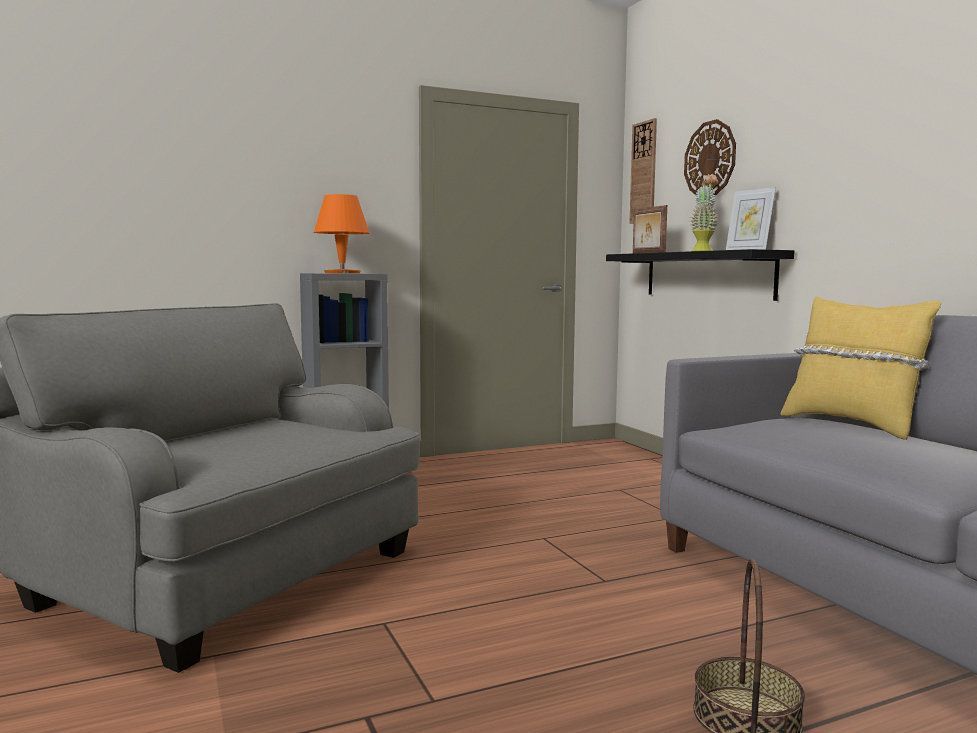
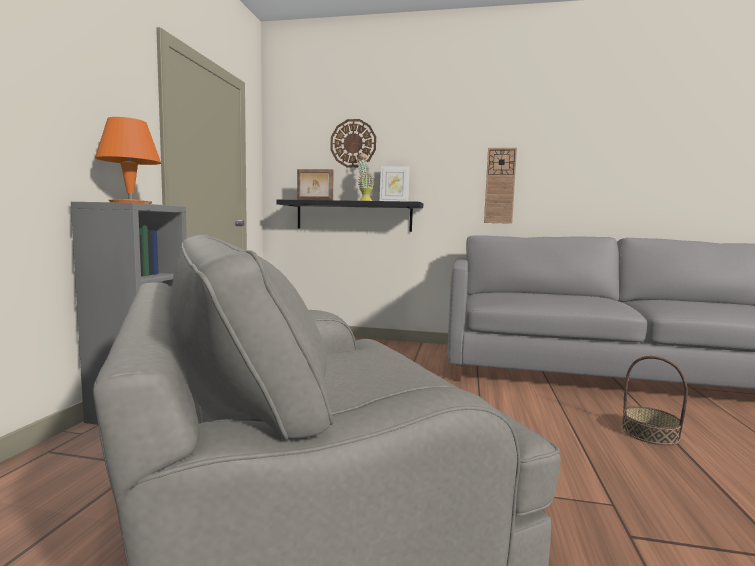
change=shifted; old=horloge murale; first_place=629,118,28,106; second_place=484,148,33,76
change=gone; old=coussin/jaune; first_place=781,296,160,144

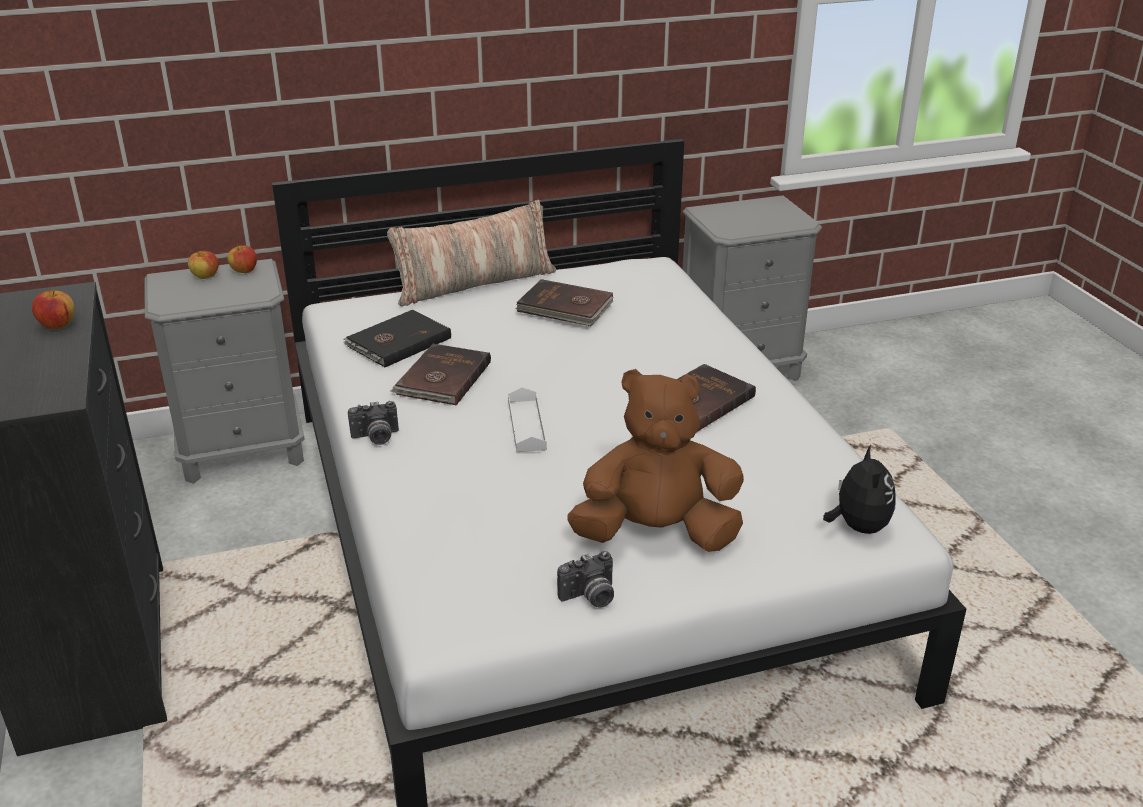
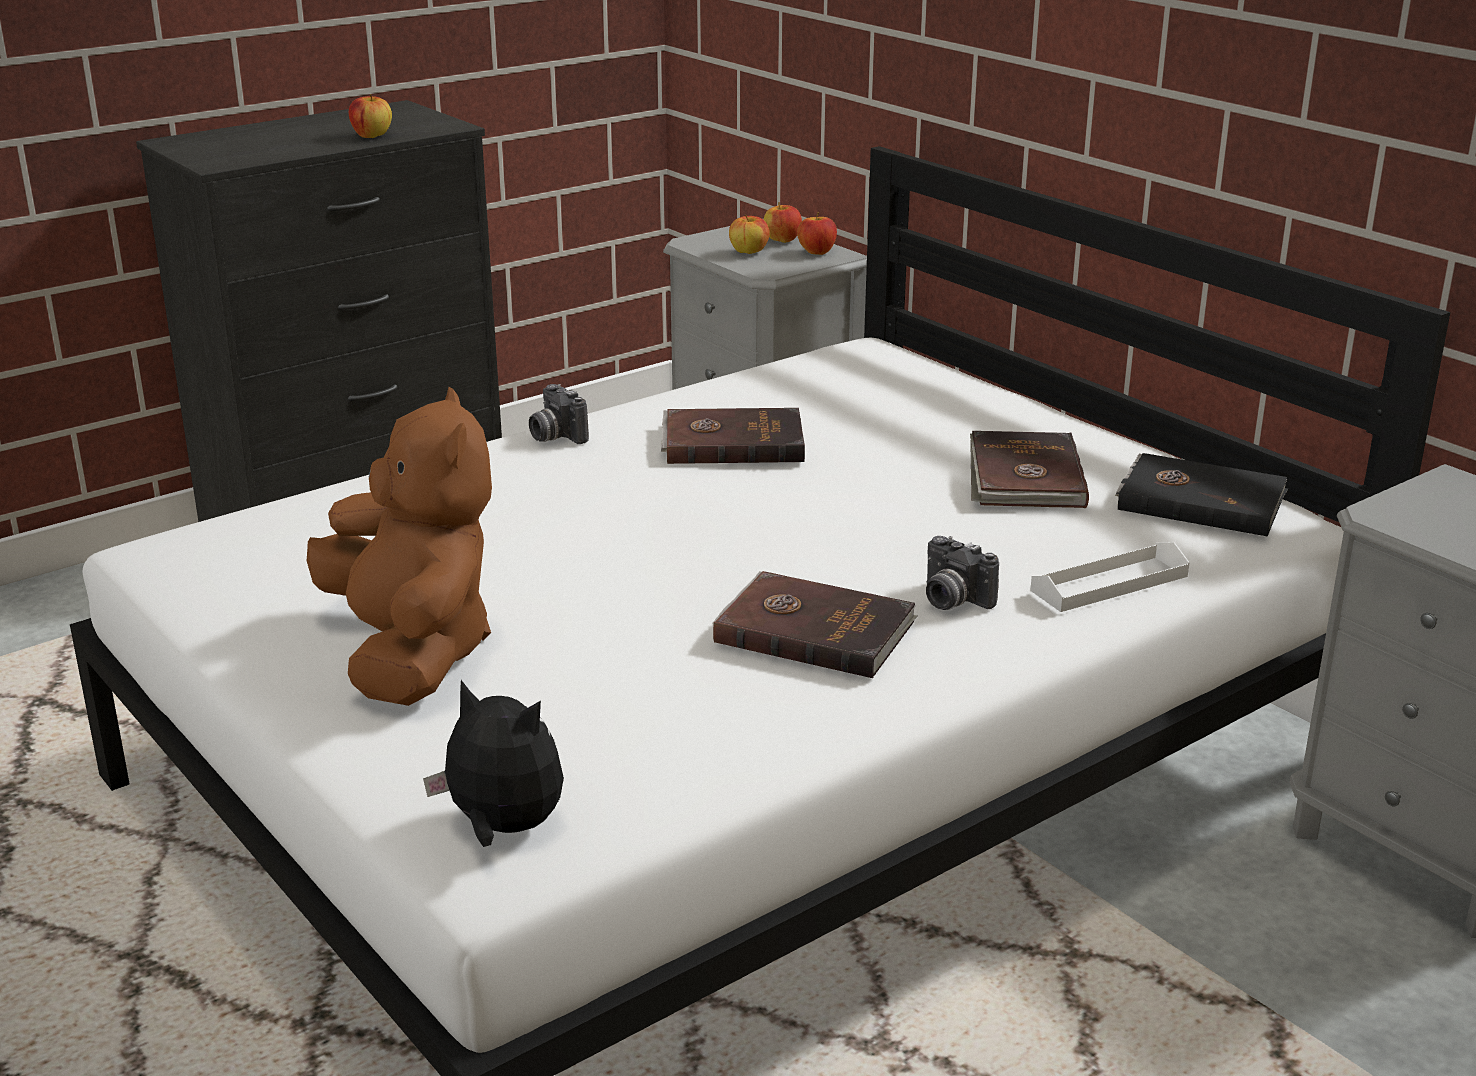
change=gone; old=coussin; first_place=387,200,169,107
change=shifted; old=livre/noir; first_place=343,310,108,57; second_place=1115,453,173,84
change=shifted; old=plateau/blanc; first_place=508,387,39,65; second_place=1030,542,160,70
change=rotated; old=peluche; first_place=823,445,73,89; second_place=423,680,141,167; degrees=-135
change=shifted; old=appareil photo; first_place=557,551,57,57; second_place=926,536,73,74
change=new; new=pomme; second_place=729,215,41,39

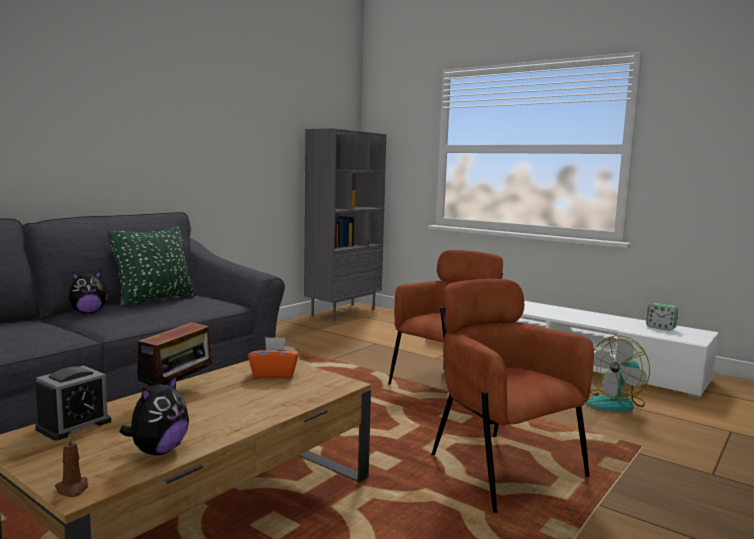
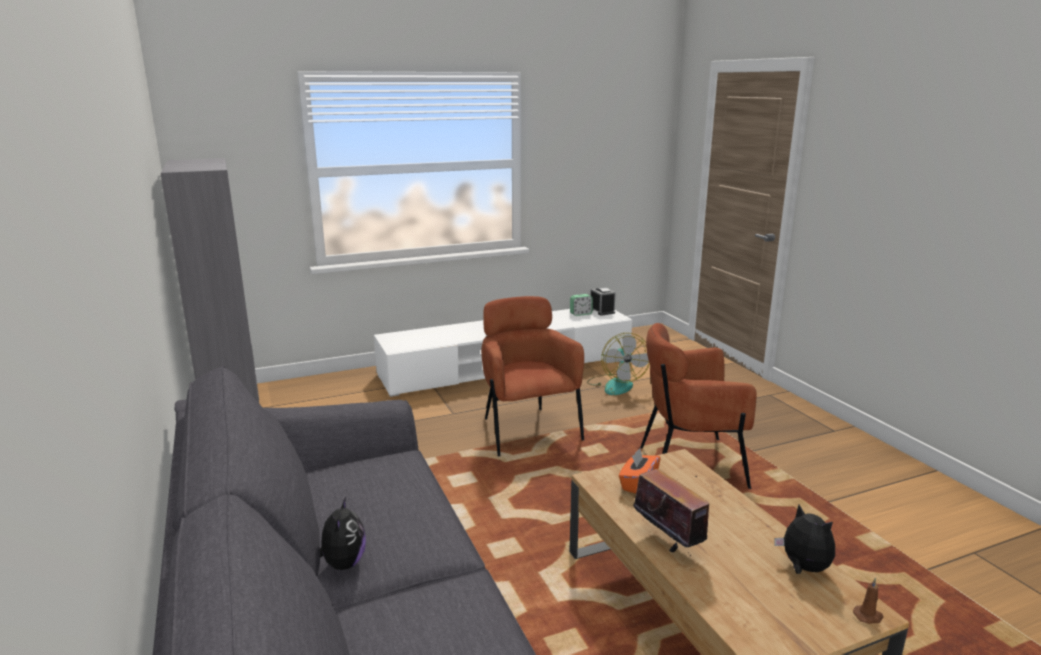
change=gone; old=coussin/vert; first_place=107,227,89,81
change=shifted; old=réveil; first_place=35,366,76,74; second_place=590,287,26,28

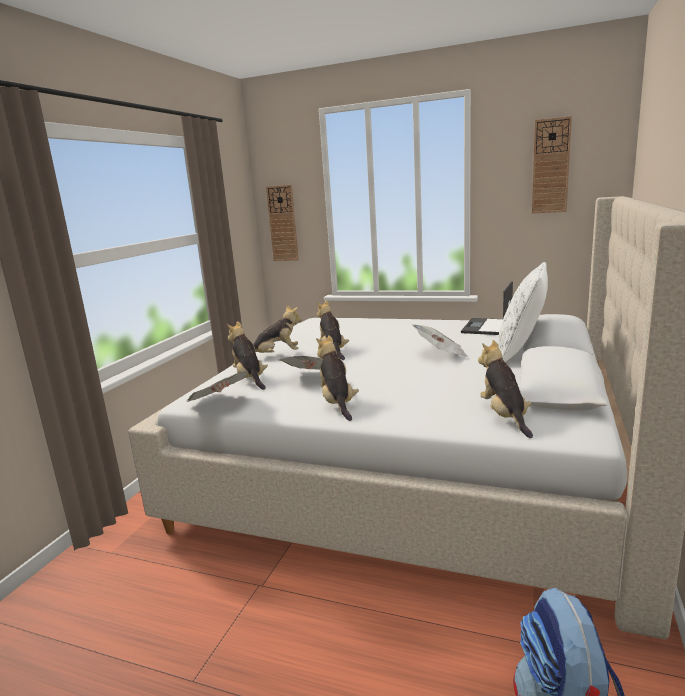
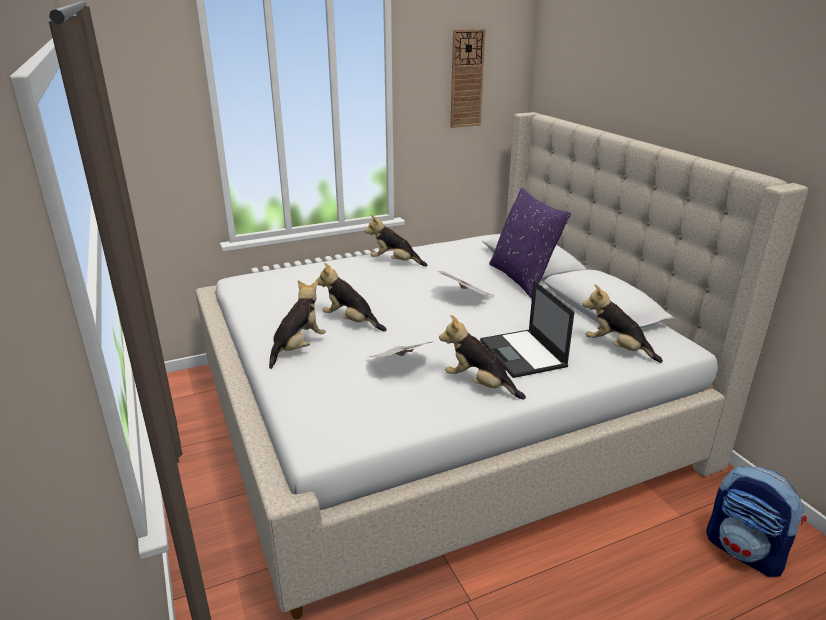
change=gone; old=horloge murale; first_place=266,185,33,76
change=repainted; old=coussin/blanc; new=coussin/violet; first_place=498,262,50,100; second_place=489,188,82,111
change=shifted; old=ordinateur portable; first_place=461,281,52,54; second_place=480,280,94,98
change=shifted; old=peluche; first_place=227,321,41,69; second_place=364,215,63,52
change=gone; old=journal; first_place=187,371,62,31

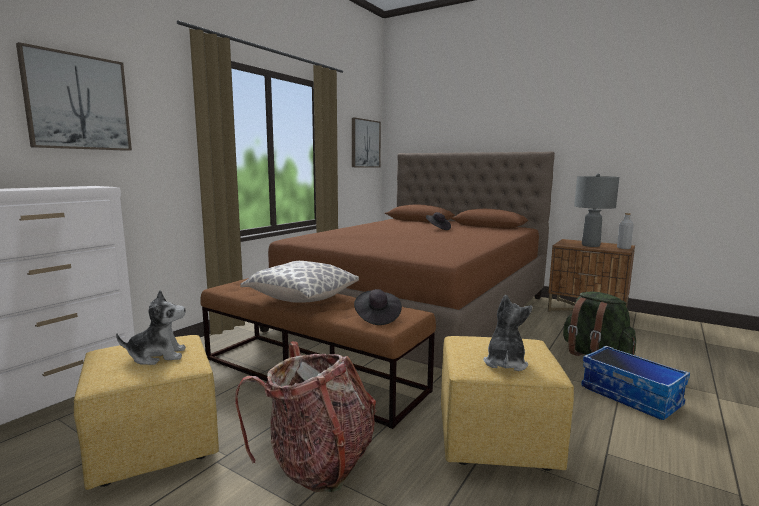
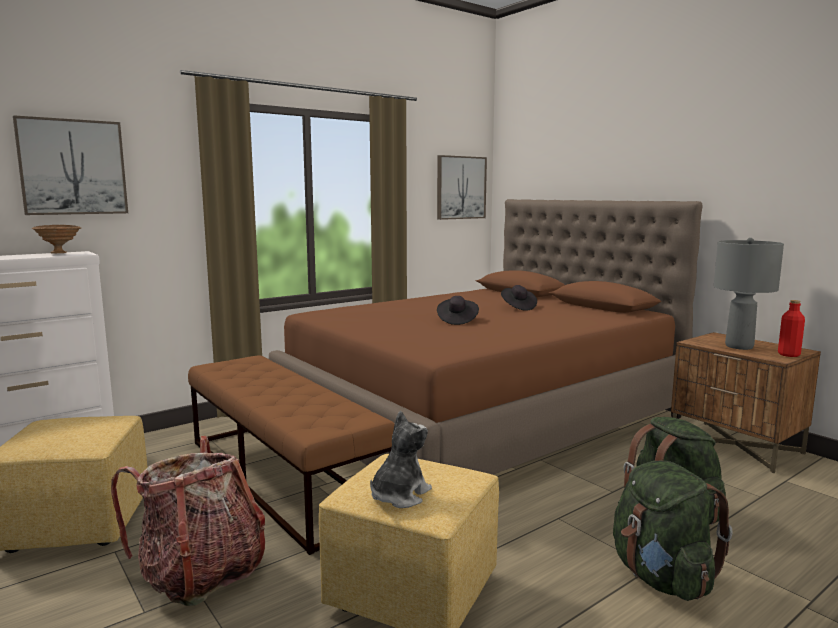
change=repainted; old=bouteille/gris; new=bouteille/rouge; first_place=617,213,17,36; second_place=778,300,27,57
change=gone; old=coussin; first_place=240,261,119,42
change=shifted; old=chapeau/noir; first_place=354,289,48,36; second_place=437,296,42,29
change=gone; old=peluche; first_place=116,290,70,75
change=swapped; old=boîte de rangement; new=sac à dos/vert; first_place=581,346,109,74; second_place=613,461,120,140
change=new; new=bol/marron; second_place=32,225,49,28

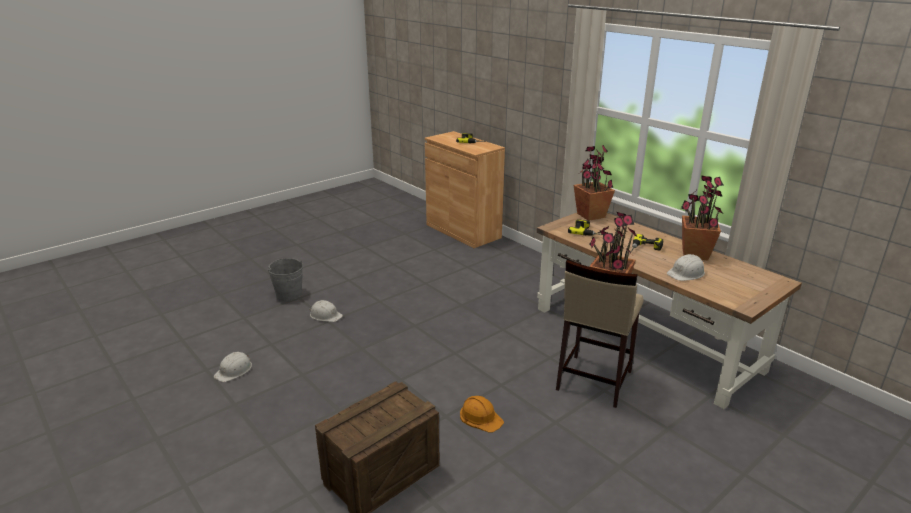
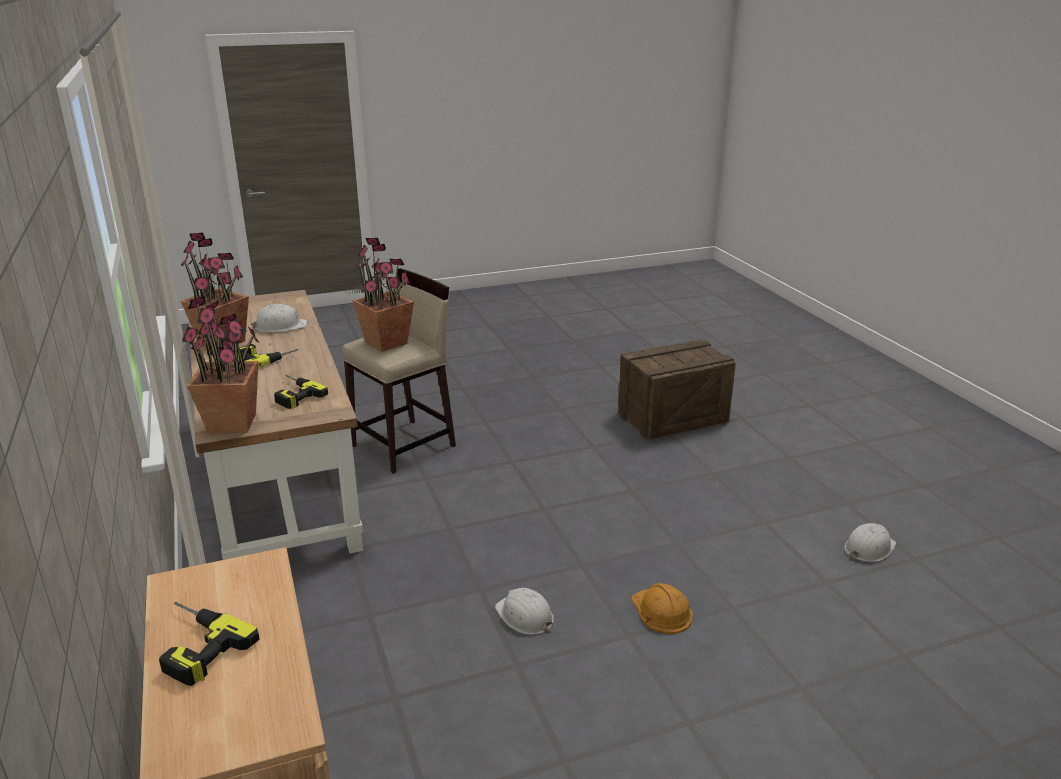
change=gone; old=seau/gris; first_place=268,258,35,43
change=shifted; old=casque de chantier/blanc; first_place=309,300,34,22; second_place=495,588,59,47
change=shifted; old=casque de chantier/orange; first_place=460,396,44,36; second_place=631,583,62,51

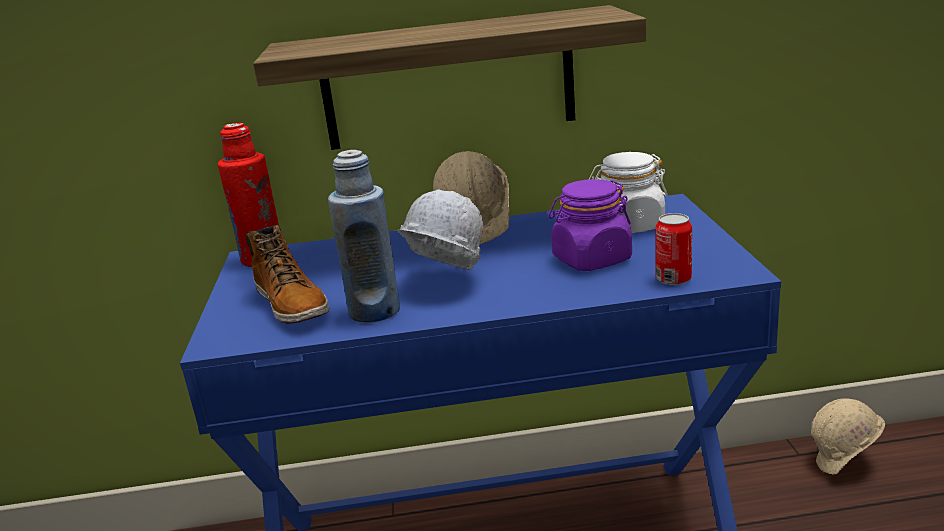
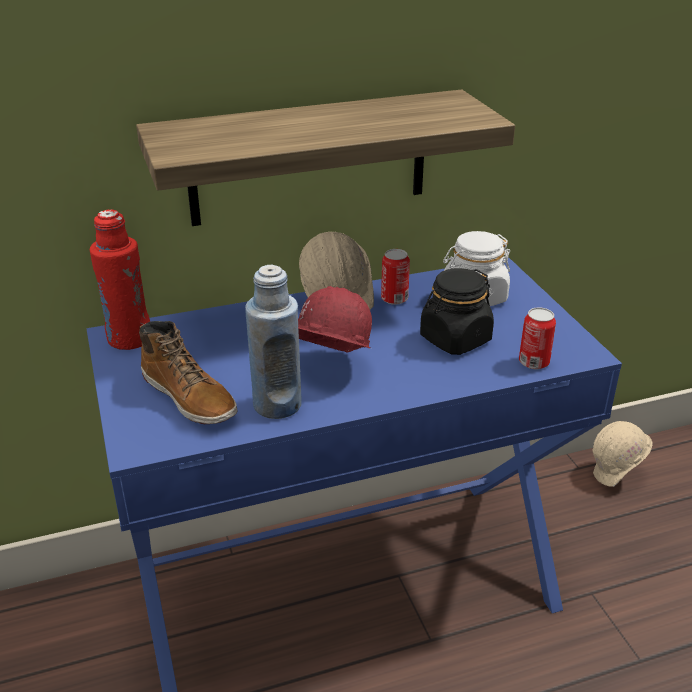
change=repainted; old=bocal/violet; new=bocal/noir; first_place=548,179,84,92; second_place=420,268,74,87
change=repainted; old=casque de chantier/blanc; new=casque de chantier/rouge; first_place=397,189,86,81; second_place=298,286,74,67
change=new; new=boîte métallique; second_place=381,249,29,56

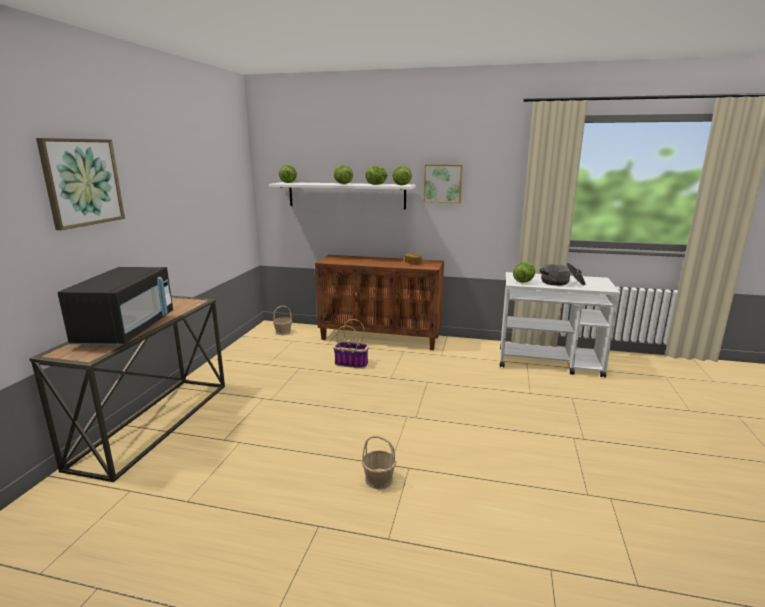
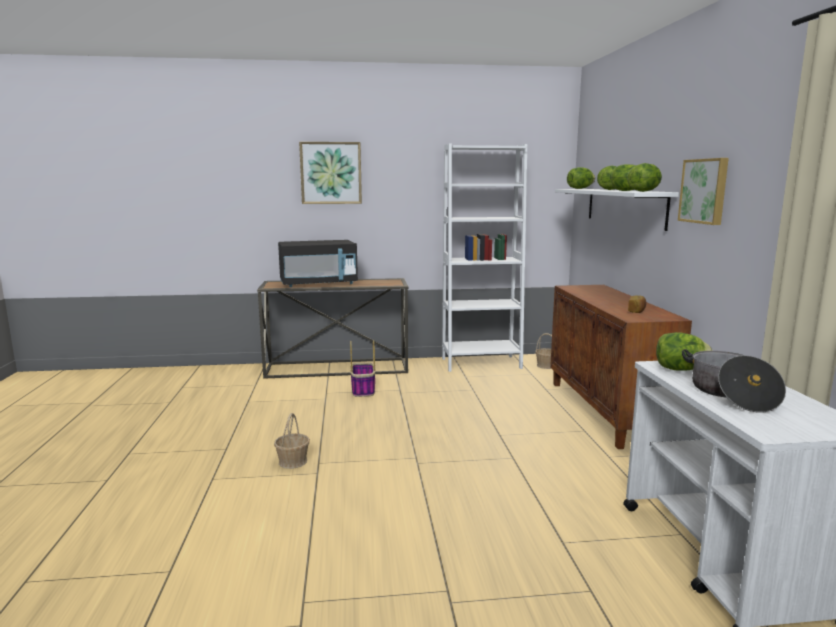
change=shifted; old=panier; first_place=333,319,36,49; second_place=350,340,26,57
change=new; new=bibliothèque/blanc; second_place=442,144,85,228

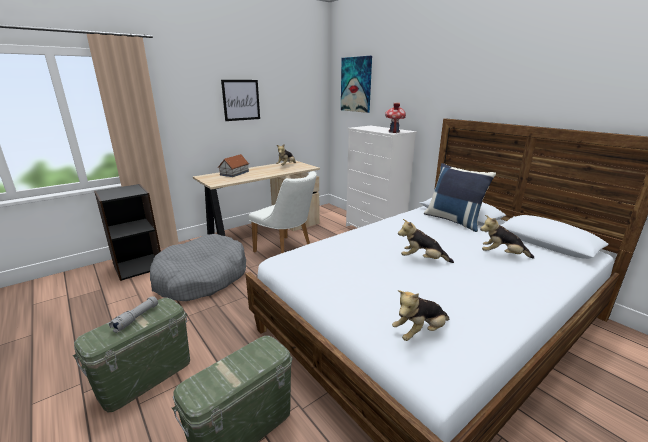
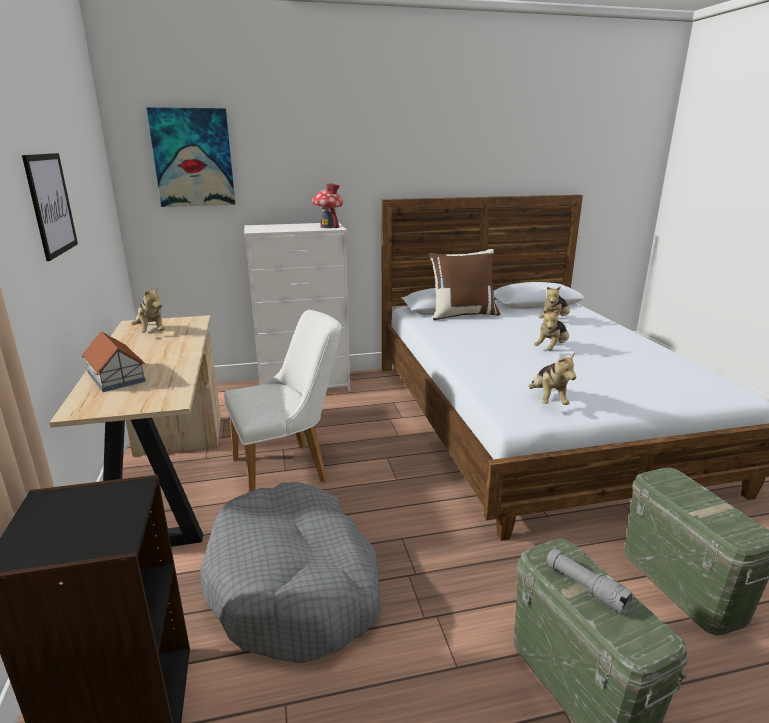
change=repainted; old=coussin/bleu; new=coussin/marron; first_place=424,163,72,69; second_place=429,249,72,71
change=shifted; old=peluche; first_place=392,290,57,51; second_place=528,353,48,52

